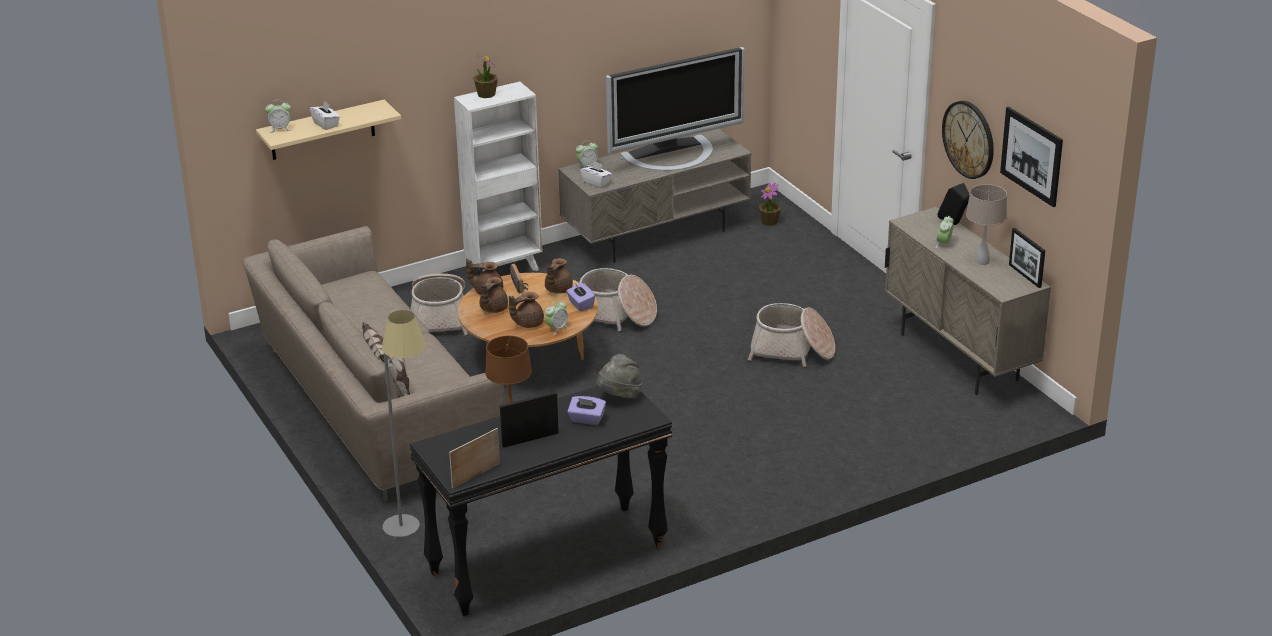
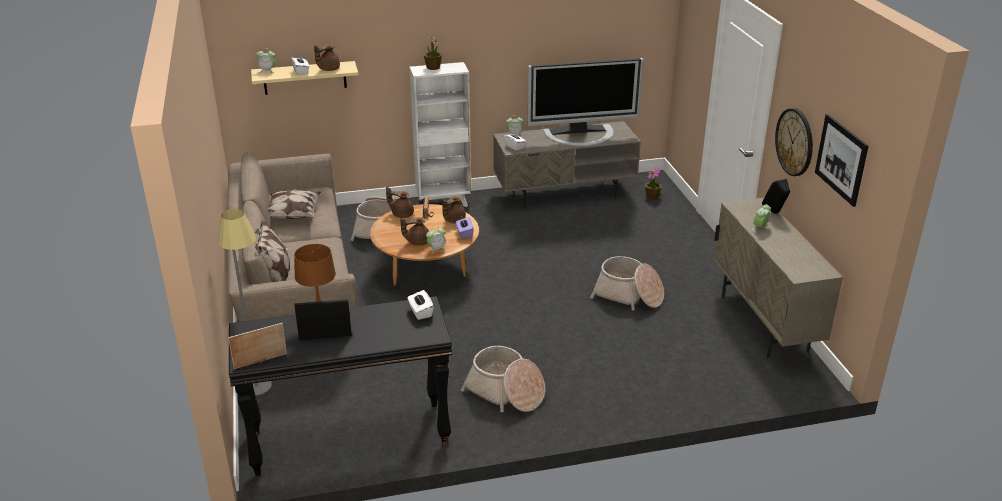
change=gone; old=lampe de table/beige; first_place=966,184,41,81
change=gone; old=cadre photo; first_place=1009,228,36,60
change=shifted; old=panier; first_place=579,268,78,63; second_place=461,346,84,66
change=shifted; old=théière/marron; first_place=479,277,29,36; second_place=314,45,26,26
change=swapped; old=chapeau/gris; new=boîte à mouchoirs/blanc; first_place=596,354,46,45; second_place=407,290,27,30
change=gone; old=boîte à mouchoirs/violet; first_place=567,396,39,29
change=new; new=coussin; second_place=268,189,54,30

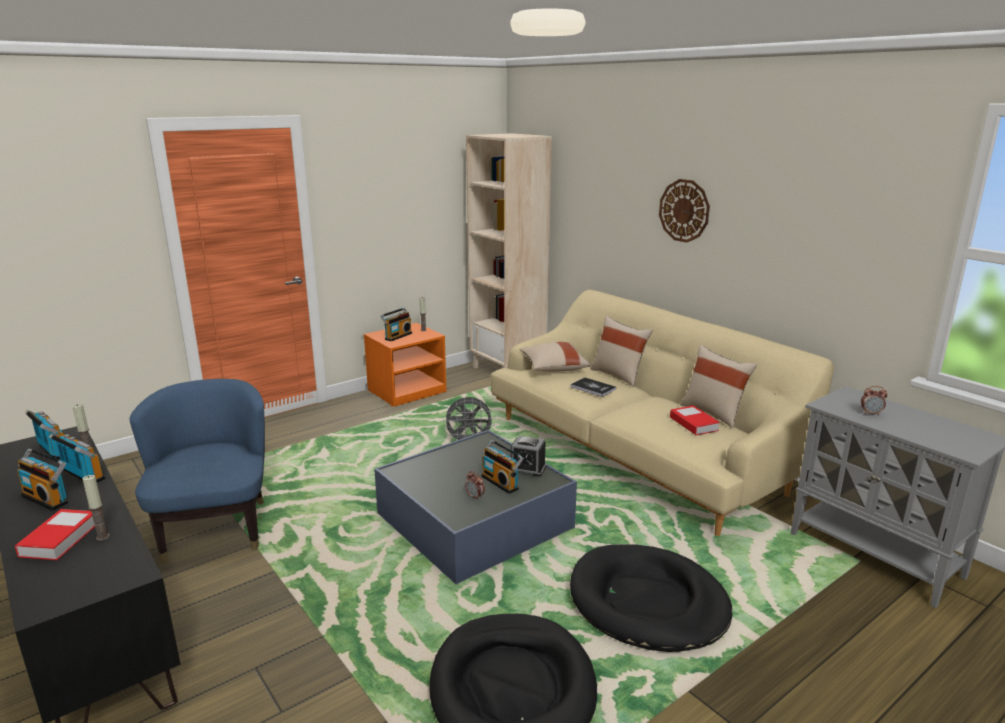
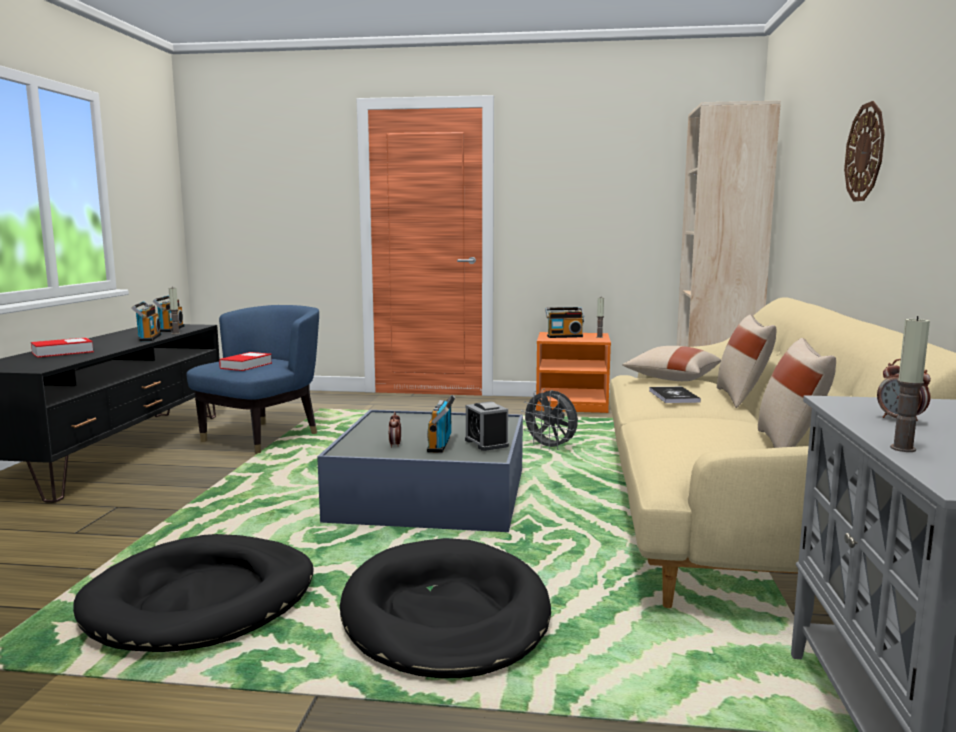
change=shifted; old=livre; first_place=670,405,50,30; second_place=219,352,53,19
change=gone; old=radio; first_place=17,448,51,63
change=shifted; old=bougie; first_place=82,475,28,66; second_place=890,316,40,136

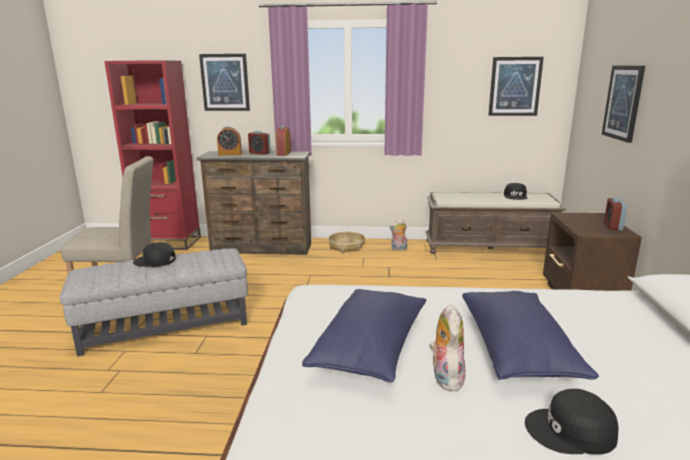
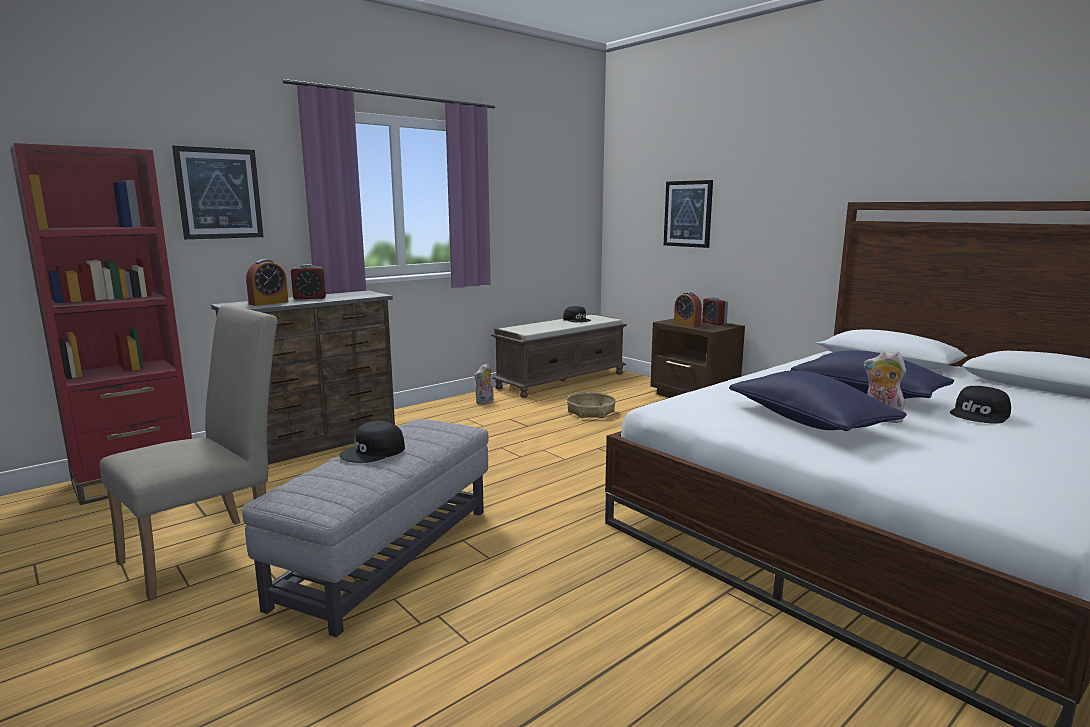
change=gone; old=tableau; first_place=488,57,56,59
change=shifted; old=réveil; first_place=276,126,15,30; second_place=674,292,28,35
change=shifted; old=panier; first_place=328,232,37,21; second_place=567,392,49,26

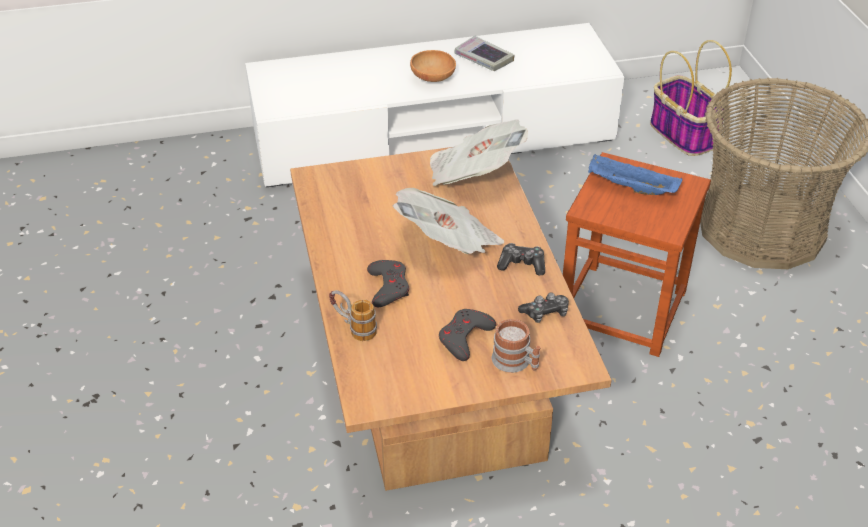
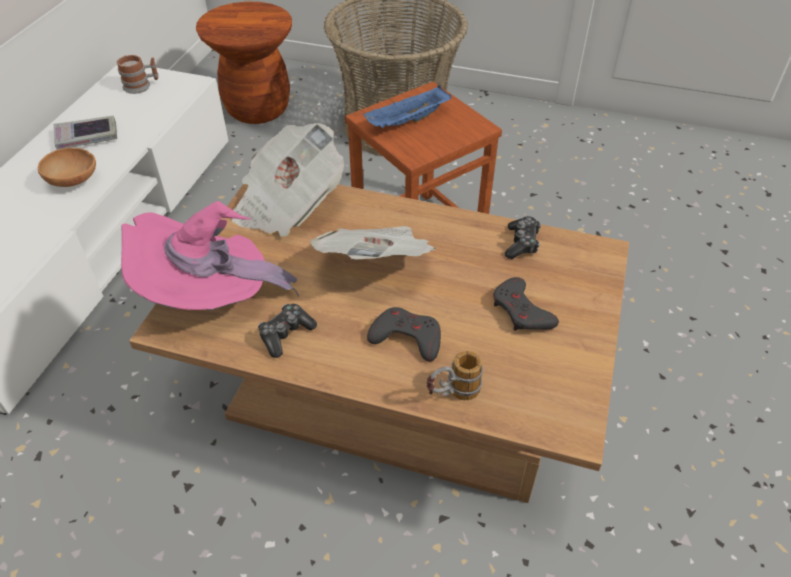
change=swapped; old=panier; new=tabouret/marron; first_place=650,40,82,116; second_place=196,1,96,123
change=shifted; old=manette; first_place=497,243,48,32; second_place=258,304,59,54
change=shifted; old=mug; first_place=492,319,48,54; second_place=117,55,42,39
change=new; new=chapeau/rose; second_place=121,201,178,109

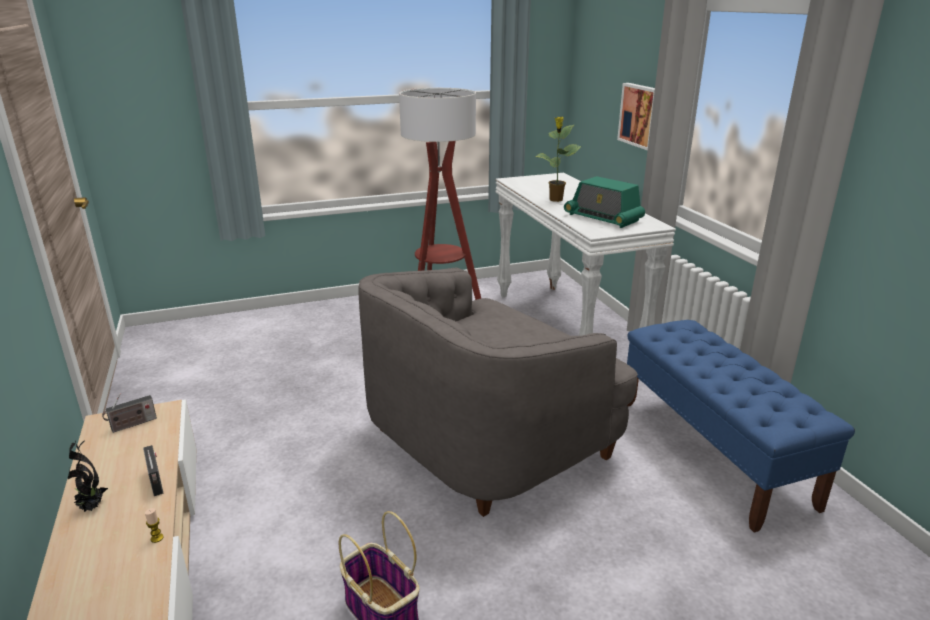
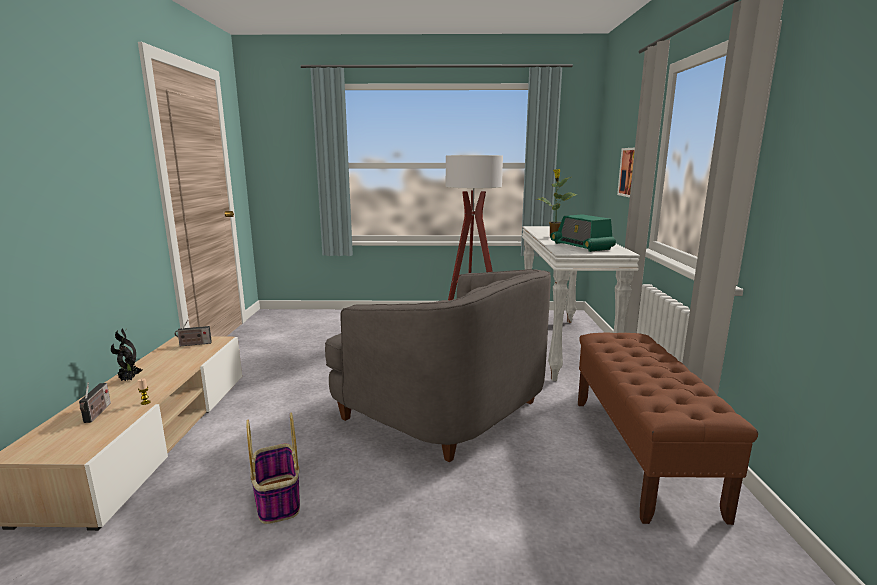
change=rotated; old=fauteuil/gris; first_place=358,267,280,250; second_place=325,269,226,194; degrees=-120
change=repainted; old=banc/bleu; new=banc/marron; first_place=627,320,228,213; second_place=578,332,180,193
change=shifted; old=radio; first_place=143,445,20,51; second_place=79,382,32,41

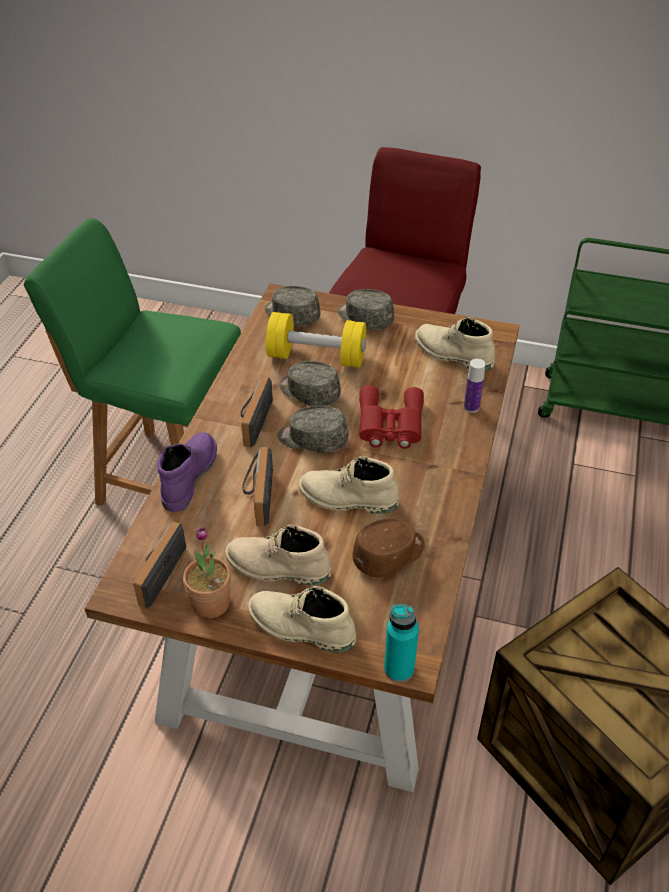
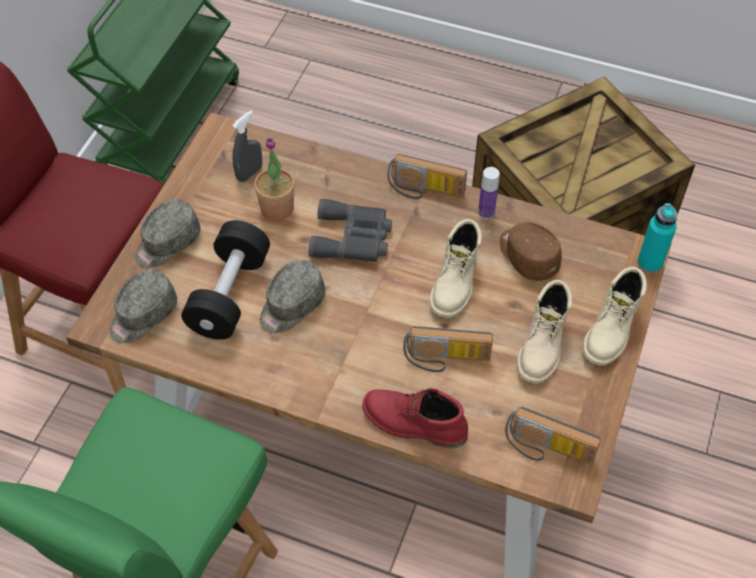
change=repainted; old=haltère/jaune; new=haltère/noir; first_place=266,312,100,56; second_place=181,220,89,120
change=swapped; old=botte/beige; new=vaporisateur/gris; first_place=415,317,80,54; second_place=233,110,29,72
change=shifted; old=bouteille; first_place=464,359,22,54; second_place=478,167,22,52
change=shifted; old=radio; first_place=241,377,32,71; second_place=388,154,79,45
change=repainted; old=jumelles/rouge; new=jumelles/gris; first_place=359,385,65,64; second_place=308,199,84,63
change=gone; old=casquette/gris; first_place=277,406,71,47
change=repainted; old=botte/violet; new=botte/rouge; first_place=157,432,60,80; second_place=362,388,106,61
change=shifted; old=plante en pot; first_place=183,527,48,91; second_place=254,138,41,83

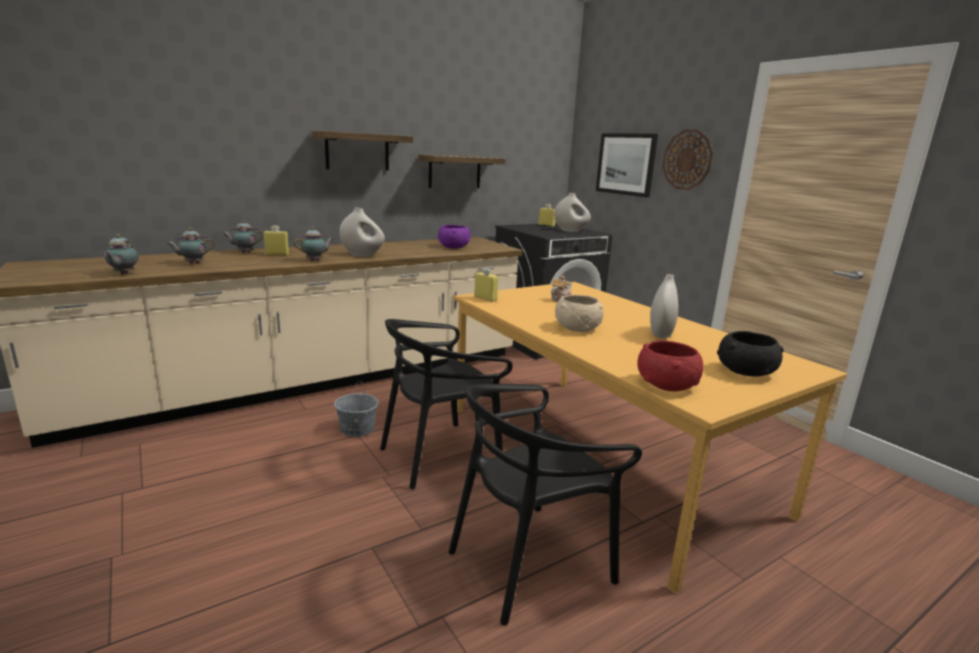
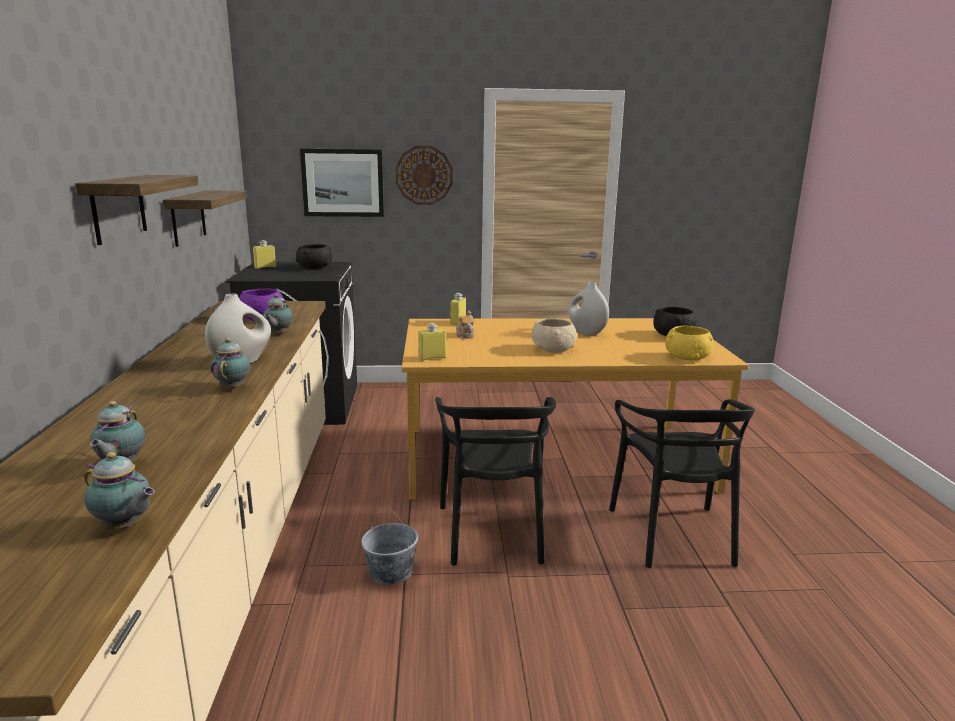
change=swapped; old=vase/blanc; new=bol/noir; first_place=554,193,37,39; second_place=296,244,36,25
change=shifted; old=théière; first_place=222,220,42,33; second_place=263,294,30,41
change=shifted; old=bouteille/jaune; first_place=264,225,25,30; second_place=450,293,16,32
change=repainted; old=bol/rouge; new=bol/jaune; first_place=637,340,66,51; second_place=665,326,48,35

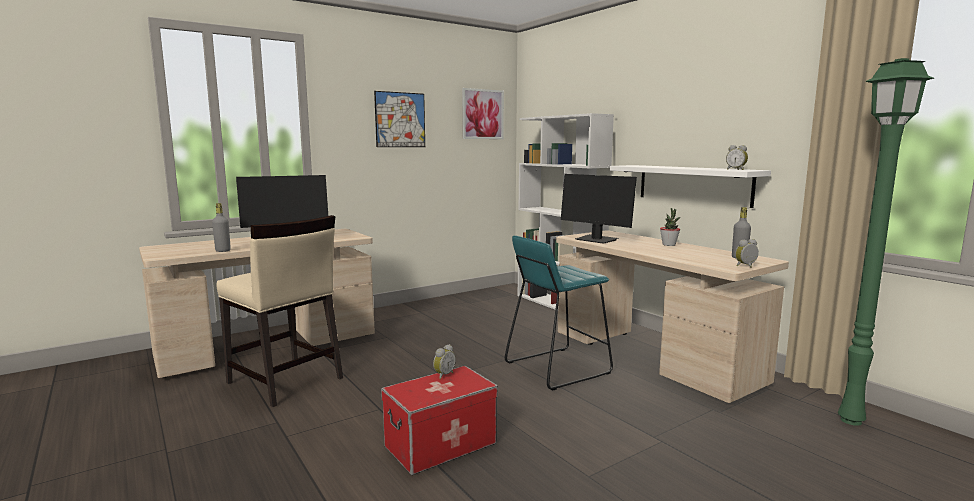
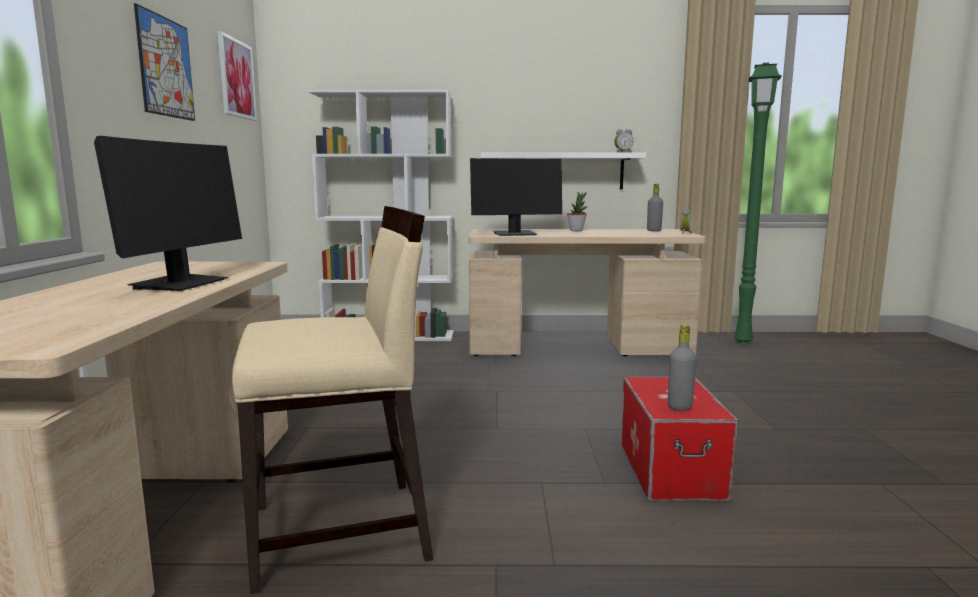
change=shifted; old=bouteille/gris; first_place=212,203,19,49; second_place=668,324,29,87
change=gone; old=tabouret/turquoise; first_place=505,236,108,155
change=gone; old=réveil; first_place=433,344,23,35

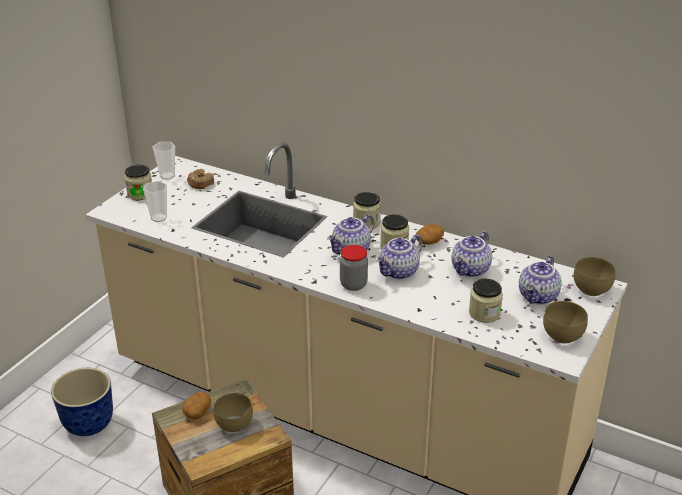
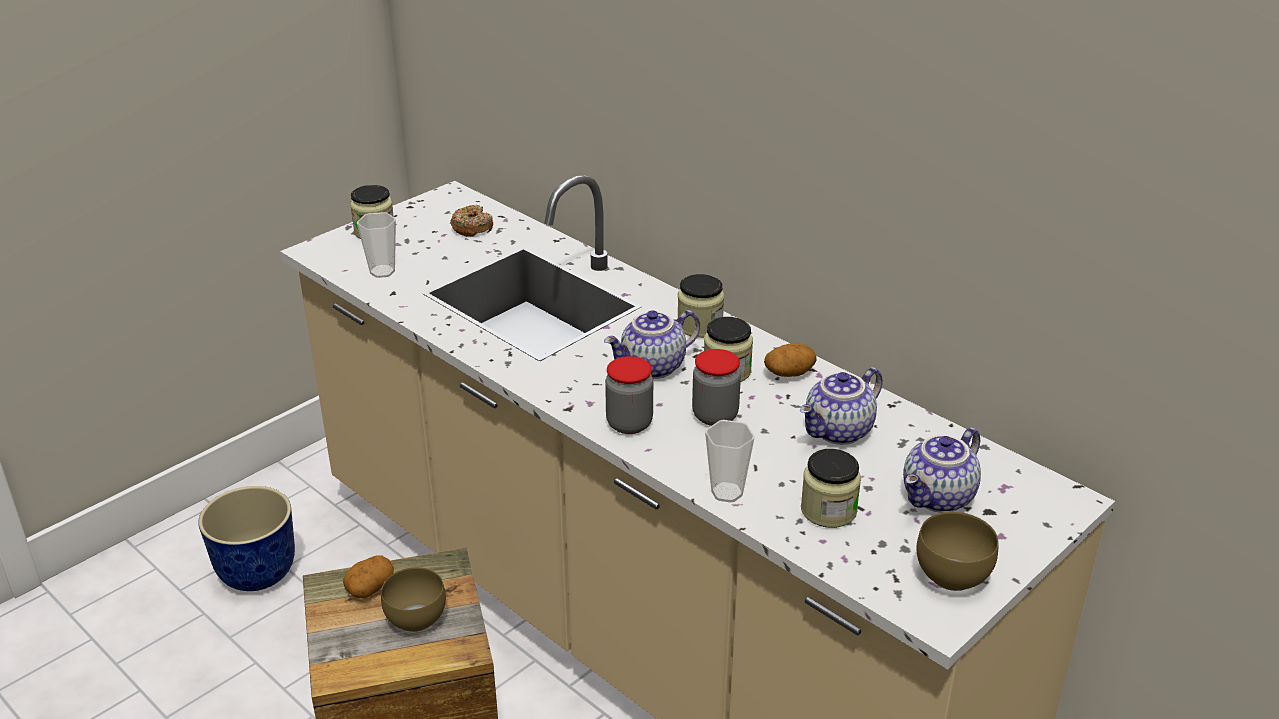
change=shifted; old=tasse; first_place=153,142,22,38; second_place=705,420,50,83
change=swapped; old=théière; new=bocal; first_place=376,234,47,45; second_place=692,349,49,77
change=gone; old=bol/marron; first_place=574,257,42,39

